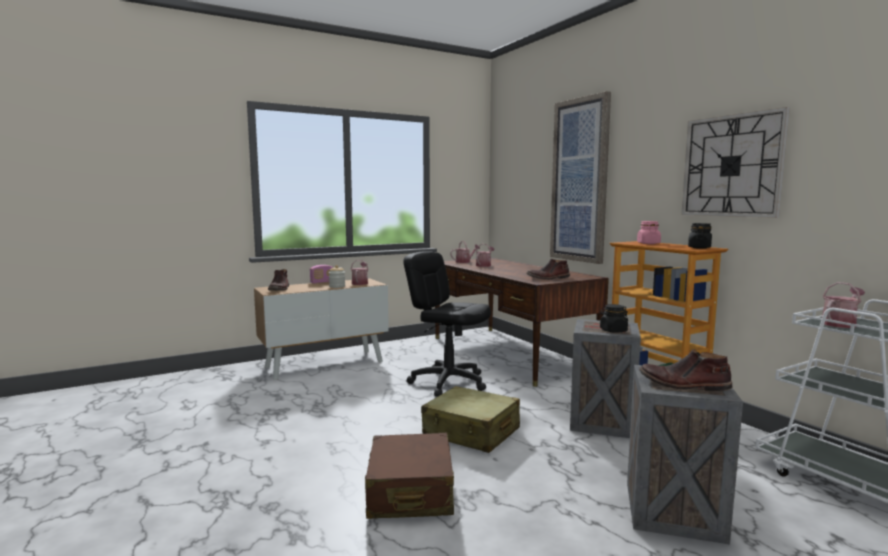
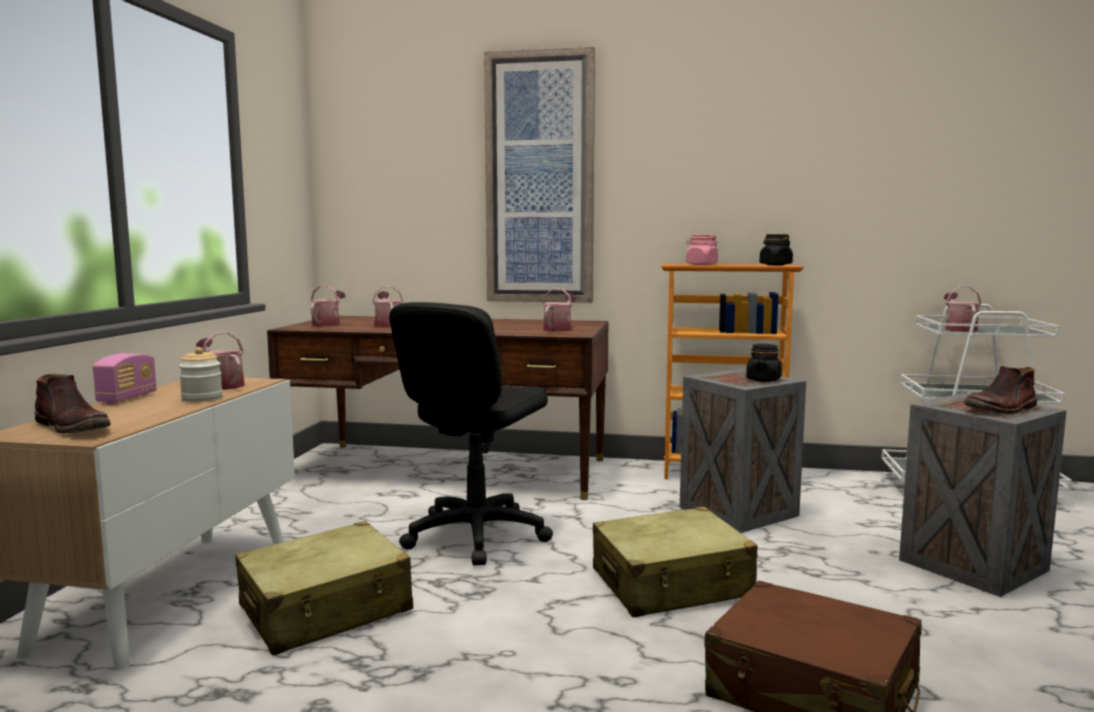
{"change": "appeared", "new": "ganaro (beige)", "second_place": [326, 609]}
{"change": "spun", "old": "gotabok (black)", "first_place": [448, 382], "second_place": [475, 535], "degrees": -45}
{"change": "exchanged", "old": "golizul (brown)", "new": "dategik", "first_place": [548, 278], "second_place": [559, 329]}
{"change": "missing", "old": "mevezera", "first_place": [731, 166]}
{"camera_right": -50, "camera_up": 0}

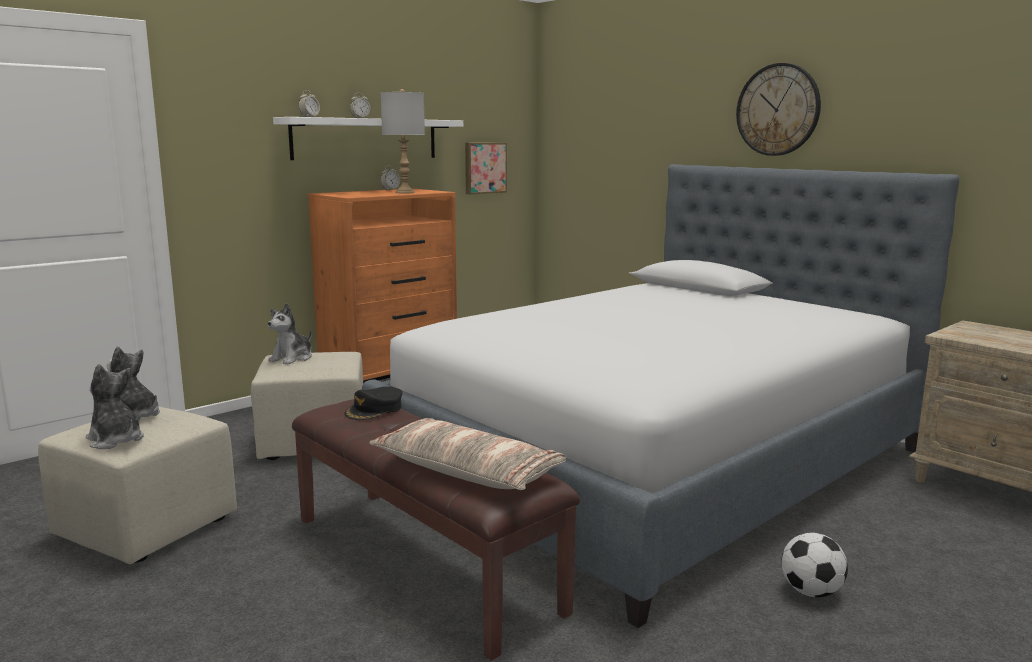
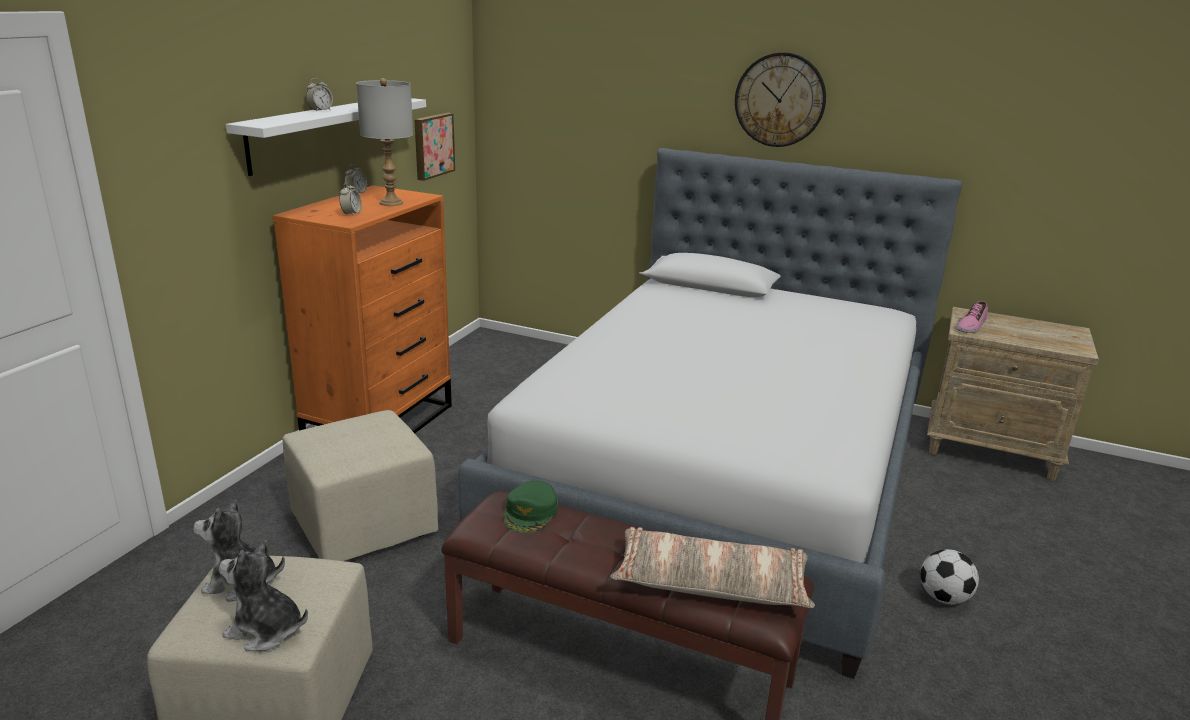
{"change": "relocated", "old": "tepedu", "first_place": [309, 117], "second_place": [351, 214]}
{"change": "colour", "old": "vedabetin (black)", "new": "vedabetin (green)", "first_place": [374, 410], "second_place": [531, 513]}
{"change": "appeared", "new": "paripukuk", "second_place": [970, 325]}
{"change": "missing", "old": "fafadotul", "first_place": [292, 358]}
{"camera_right": -25, "camera_up": 10}

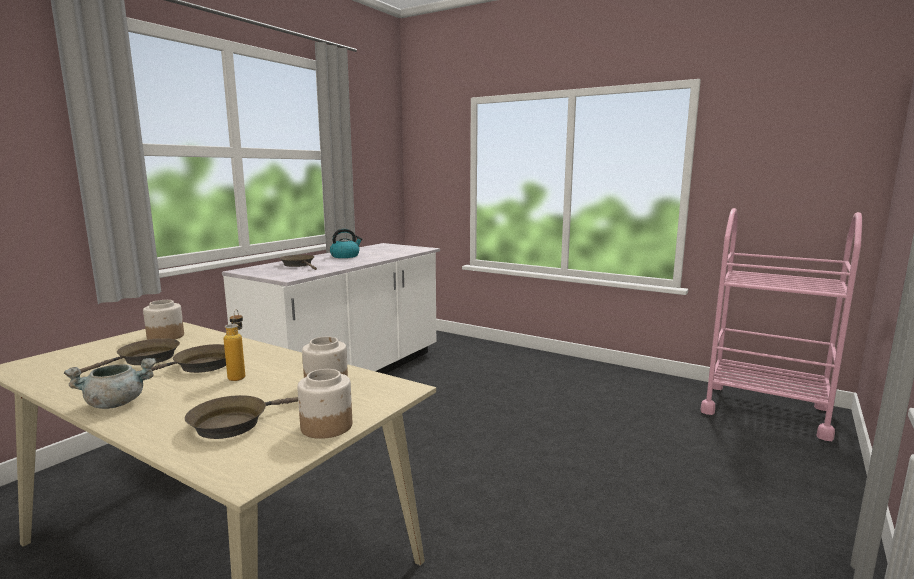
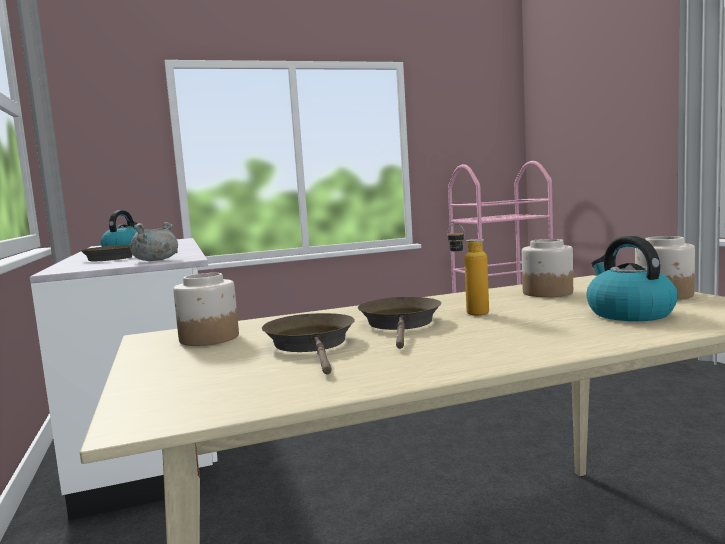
{"change": "relocated", "old": "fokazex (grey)", "first_place": [117, 403], "second_place": [155, 260]}
{"change": "exchanged", "old": "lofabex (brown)", "new": "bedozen", "first_place": [235, 423], "second_place": [628, 313]}
{"camera_right": -50, "camera_up": -5}

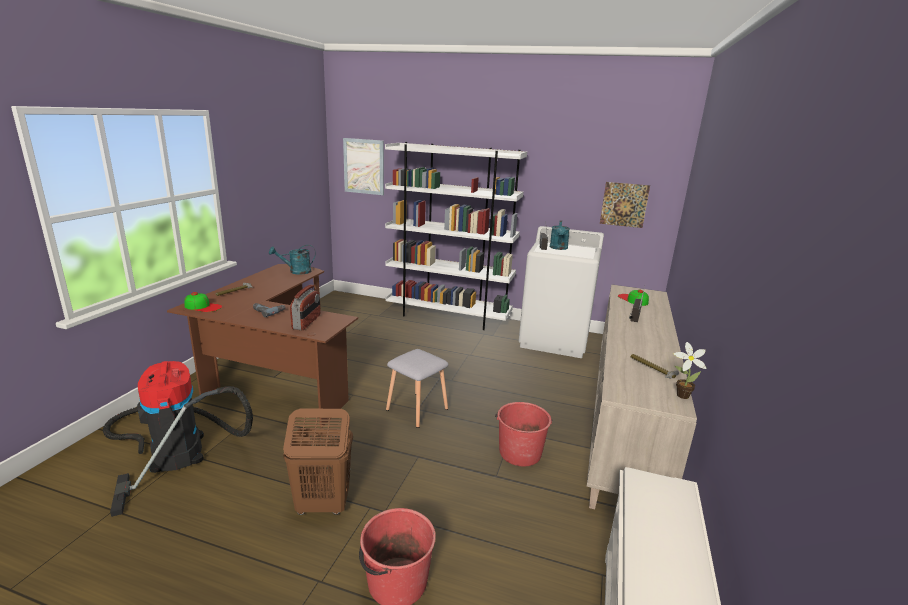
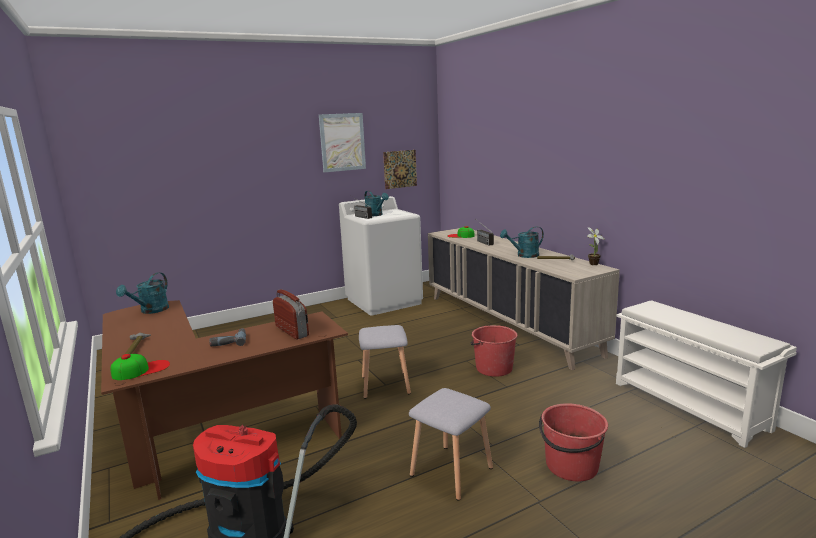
{"change": "relocated", "old": "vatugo", "first_place": [364, 166], "second_place": [342, 142]}
{"change": "exchanged", "old": "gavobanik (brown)", "new": "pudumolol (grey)", "first_place": [322, 505], "second_place": [451, 472]}
{"change": "appeared", "new": "dategik (turquoise)", "second_place": [524, 255]}
{"change": "missing", "old": "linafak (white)", "first_place": [448, 317]}
{"camera_right": -45, "camera_up": -5}

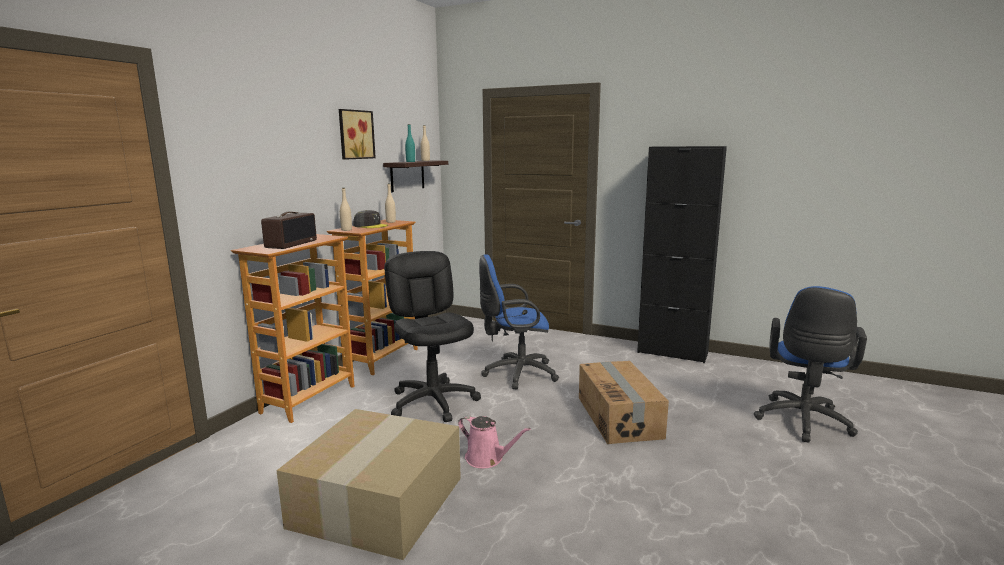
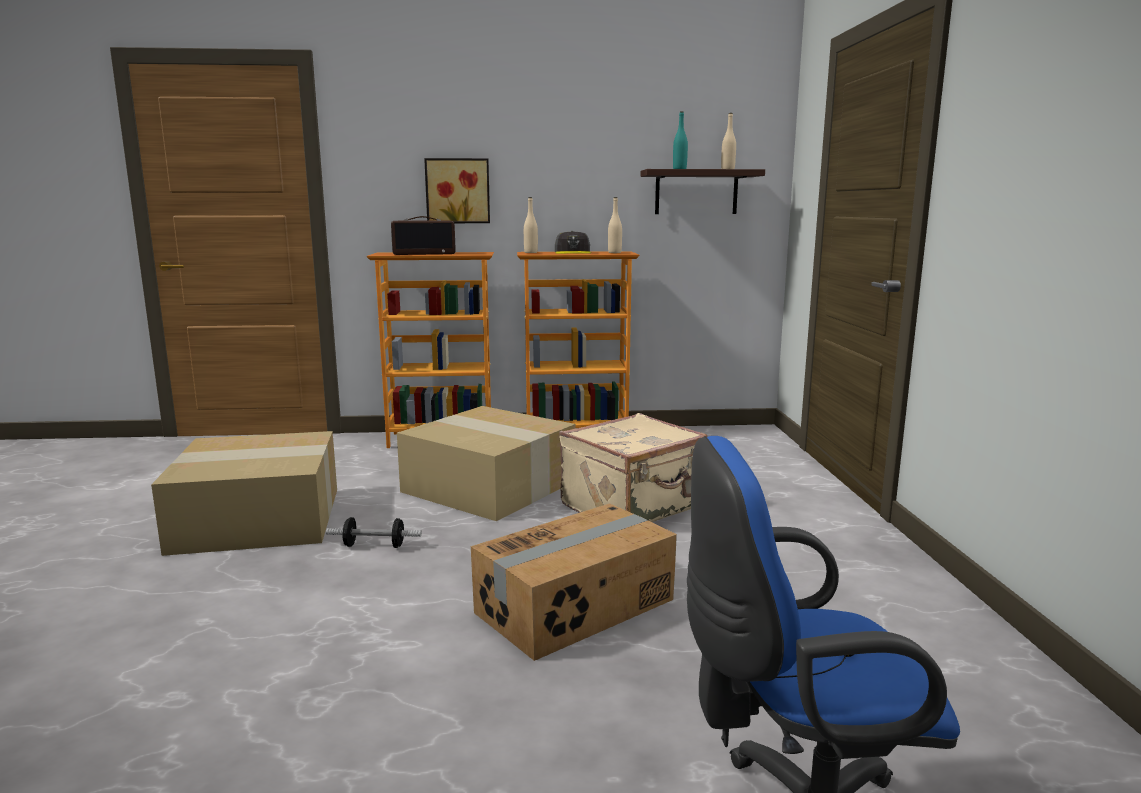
{"change": "exchanged", "old": "dategik (pink)", "new": "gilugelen", "first_place": [487, 459], "second_place": [374, 546]}
{"change": "exchanged", "old": "gotabok (black)", "new": "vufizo", "first_place": [433, 402], "second_place": [492, 486]}
{"change": "relocated", "old": "vatugo", "first_place": [355, 134], "second_place": [458, 191]}
{"change": "exchanged", "old": "gotabok (blue)", "new": "ganaro (beige)", "first_place": [516, 374], "second_place": [634, 507]}
{"change": "missing", "old": "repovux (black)", "first_place": [672, 353]}
{"camera_right": 60, "camera_up": 0}

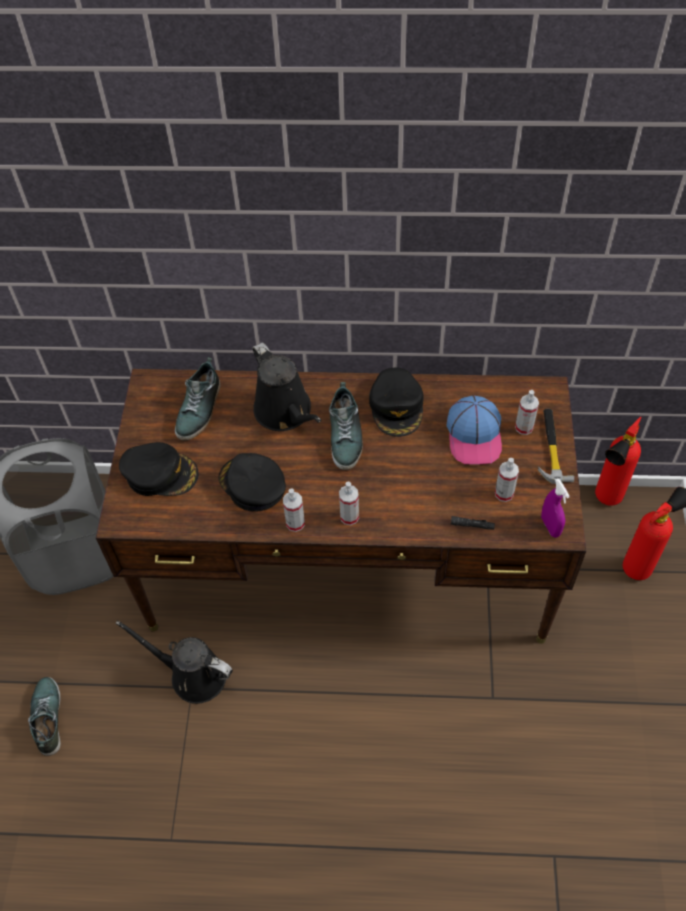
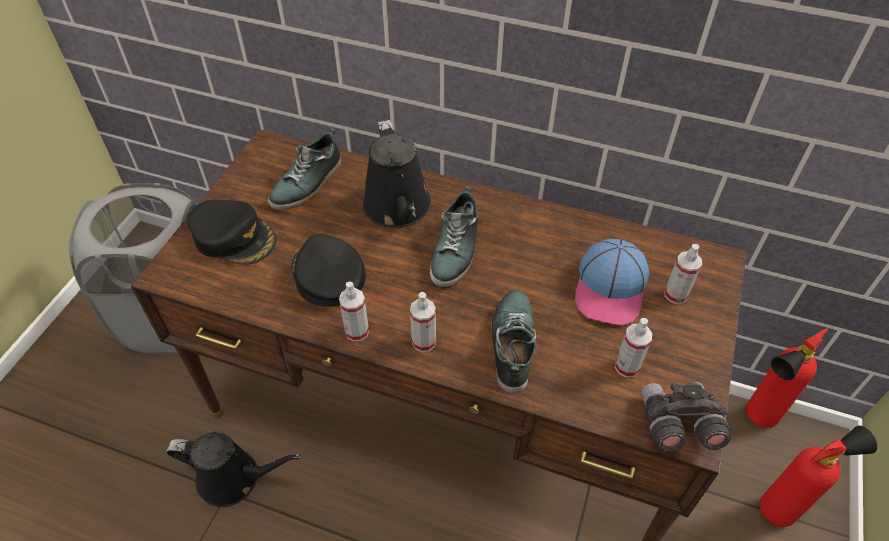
{"change": "spun", "old": "dategik (black)", "first_place": [192, 675], "second_place": [234, 478], "degrees": 150}
{"change": "relocated", "old": "paripukuk", "first_place": [47, 718], "second_place": [511, 343]}
{"change": "exchanged", "old": "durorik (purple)", "new": "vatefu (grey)", "first_place": [550, 526], "second_place": [677, 425]}
{"change": "missing", "old": "vedabetin (black)", "first_place": [397, 406]}
{"change": "missing", "old": "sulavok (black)", "first_place": [472, 525]}
{"change": "missing", "old": "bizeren", "first_place": [551, 447]}
{"camera_right": 15, "camera_up": -5}

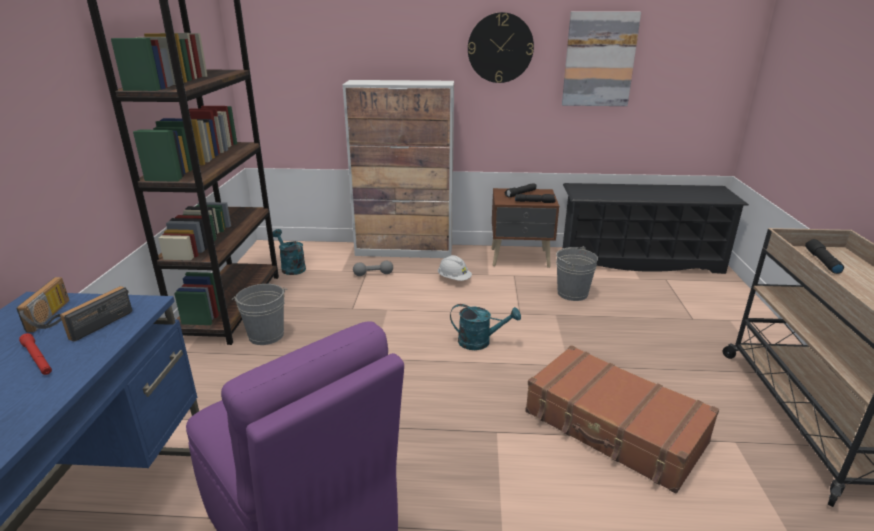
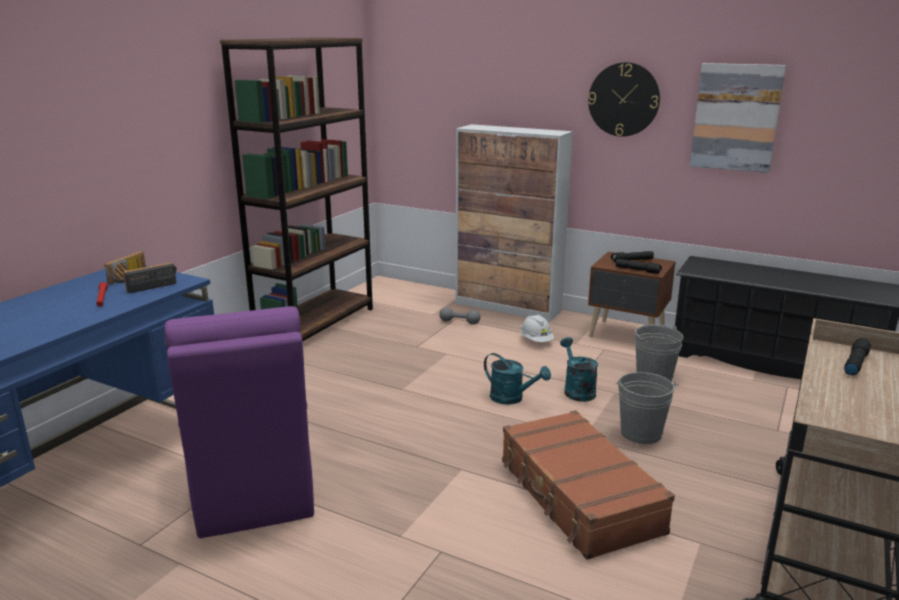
{"change": "relocated", "old": "dategik (turquoise)", "first_place": [291, 267], "second_place": [577, 390]}
{"change": "relocated", "old": "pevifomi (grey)", "first_place": [266, 335], "second_place": [640, 433]}
{"camera_right": 25, "camera_up": -5}

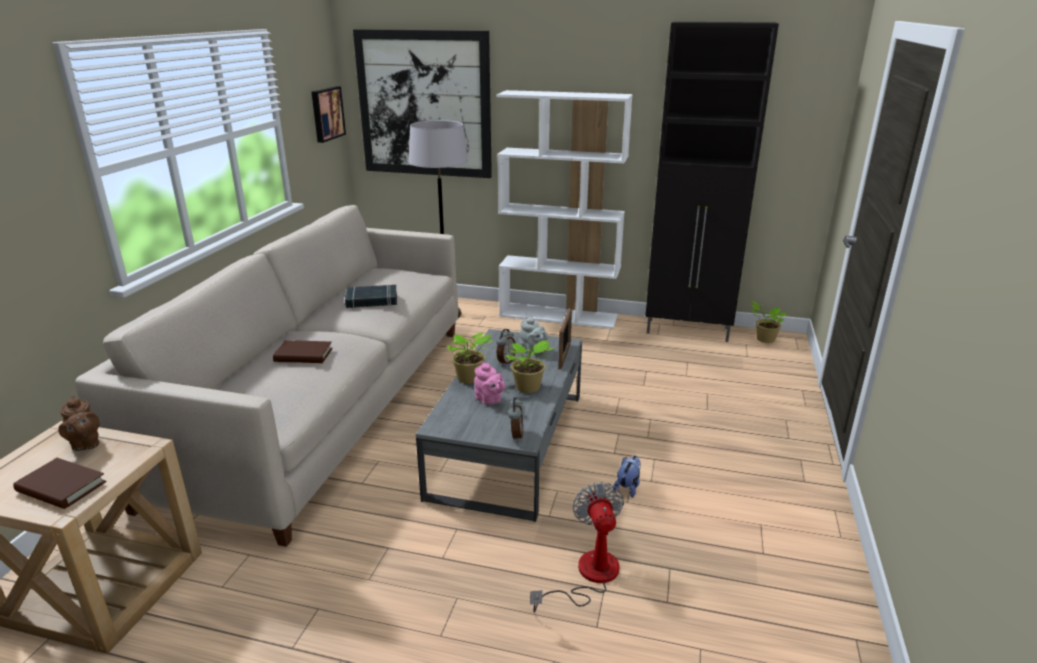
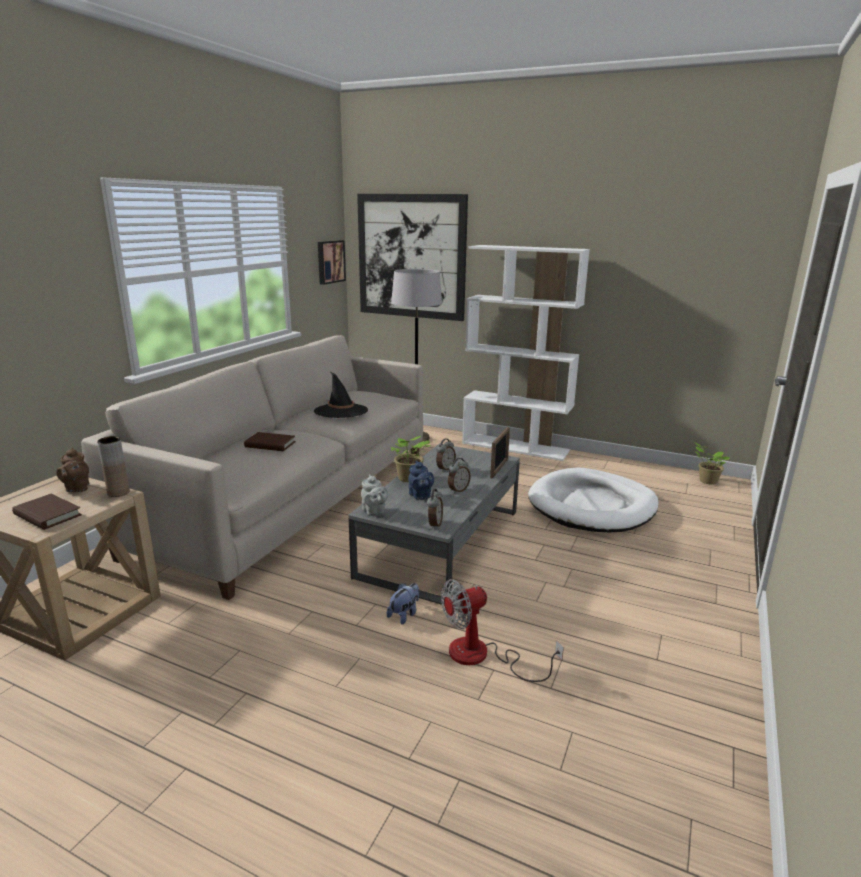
{"change": "appeared", "new": "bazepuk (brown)", "second_place": [118, 492]}
{"change": "exchanged", "old": "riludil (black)", "new": "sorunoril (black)", "first_place": [371, 300], "second_place": [341, 411]}
{"change": "relocated", "old": "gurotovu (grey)", "first_place": [533, 350], "second_place": [374, 512]}
{"change": "relocated", "old": "fafadotul", "first_place": [628, 487], "second_place": [404, 614]}
{"change": "colour", "old": "gurotovu (pink)", "new": "gurotovu (blue)", "first_place": [489, 400], "second_place": [420, 496]}
{"change": "spun", "old": "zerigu", "first_place": [588, 576], "second_place": [482, 656], "degrees": -120}
{"change": "exchanged", "old": "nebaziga", "new": "tepedu", "first_place": [528, 388], "second_place": [458, 490]}
{"change": "appeared", "new": "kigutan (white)", "second_place": [592, 505]}
{"change": "missing", "old": "repovux (black)", "first_place": [688, 331]}
{"camera_right": 10, "camera_up": -5}

